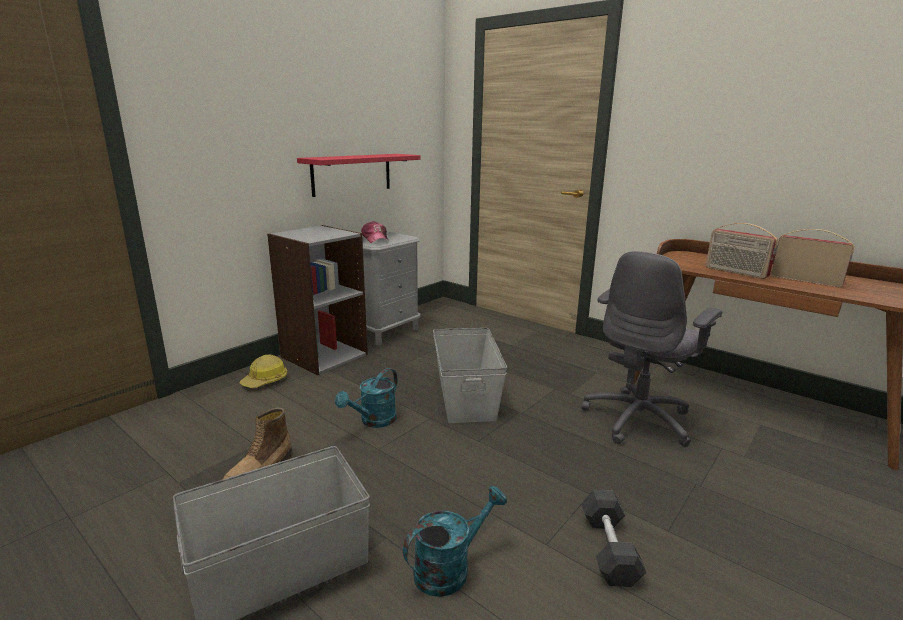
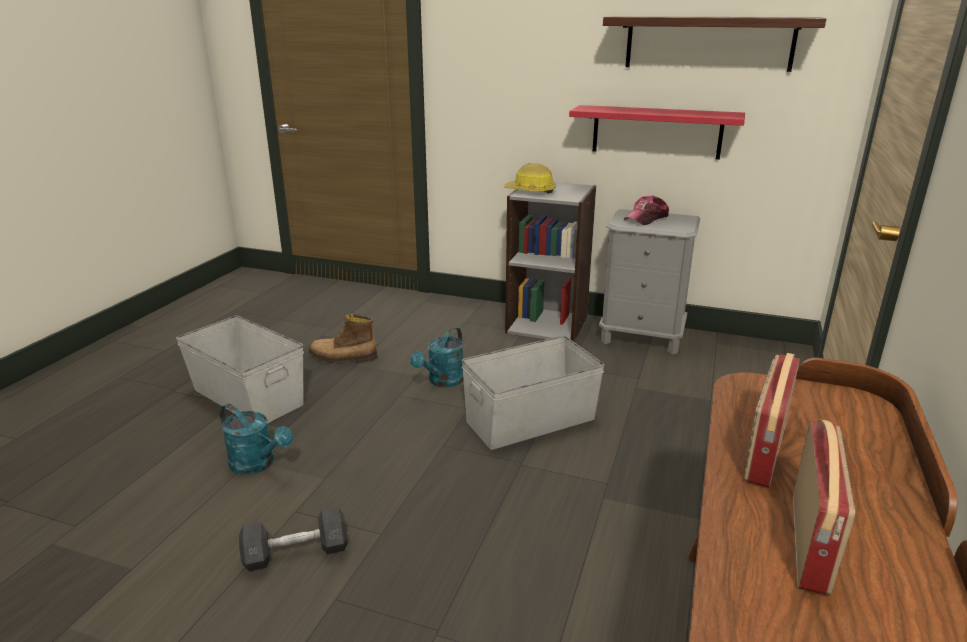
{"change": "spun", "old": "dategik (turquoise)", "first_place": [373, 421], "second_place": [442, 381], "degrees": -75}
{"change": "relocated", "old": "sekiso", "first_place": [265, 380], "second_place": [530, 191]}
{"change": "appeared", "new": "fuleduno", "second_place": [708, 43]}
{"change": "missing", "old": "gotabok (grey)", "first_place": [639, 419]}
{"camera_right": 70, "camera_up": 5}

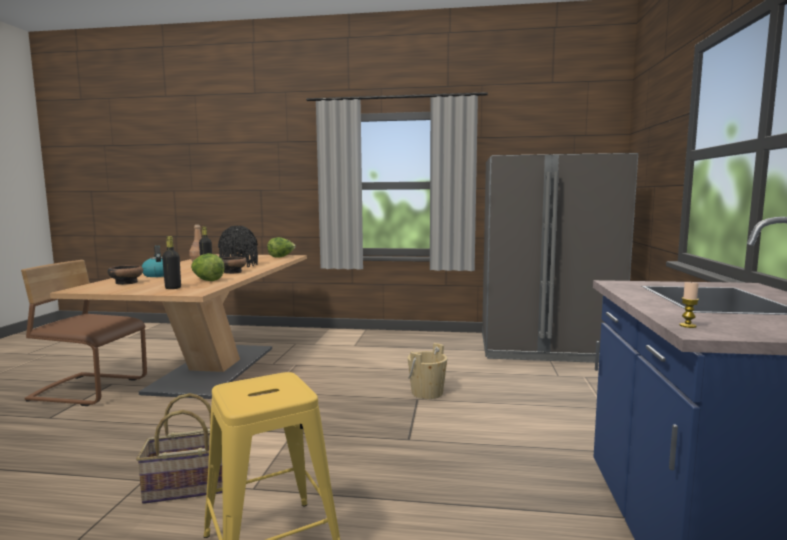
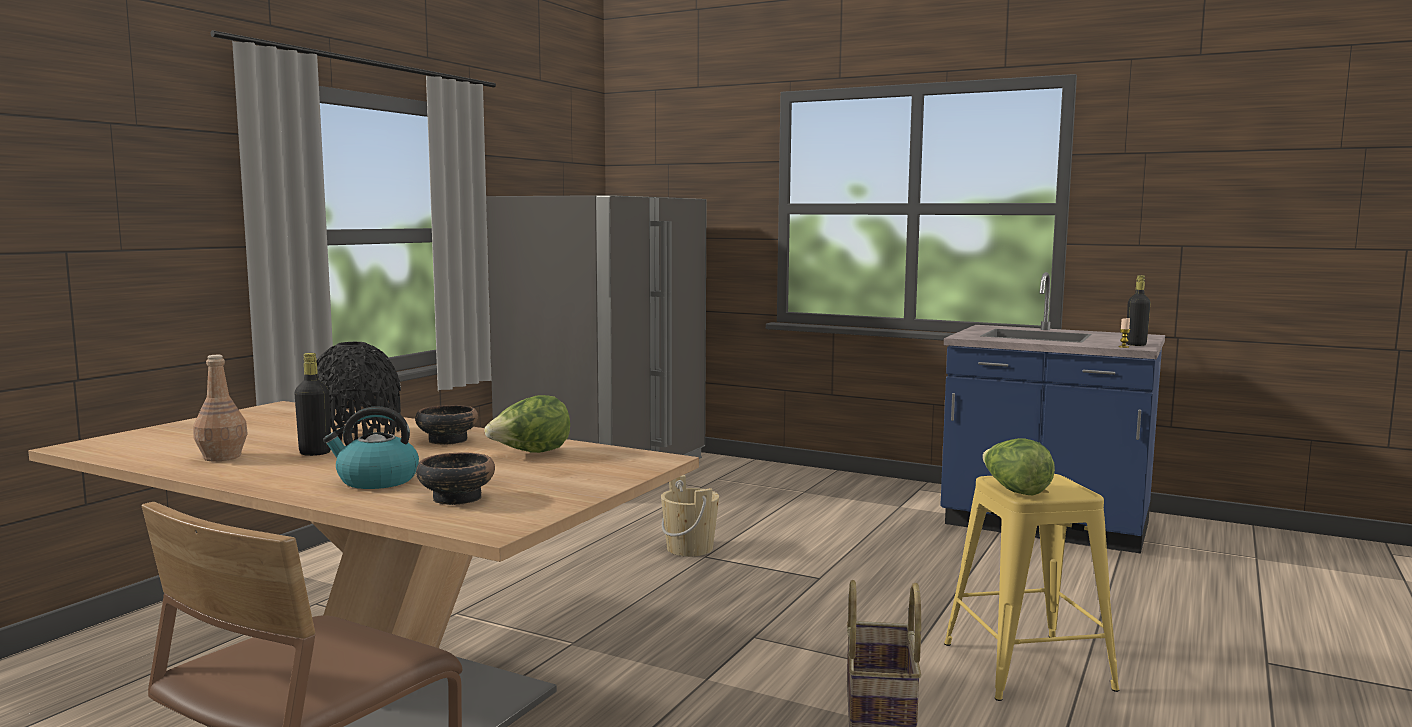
{"change": "relocated", "old": "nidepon", "first_place": [281, 257], "second_place": [1014, 491]}
{"change": "relocated", "old": "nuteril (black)", "first_place": [173, 288], "second_place": [1136, 345]}
{"camera_right": -70, "camera_up": 0}

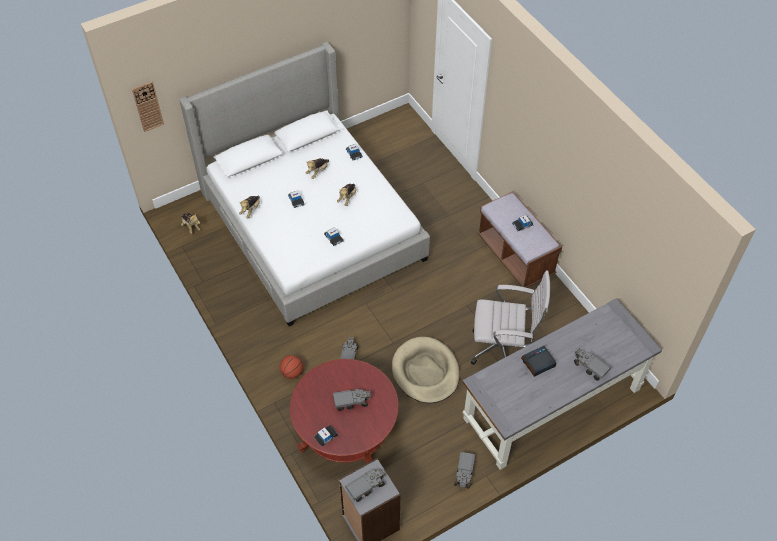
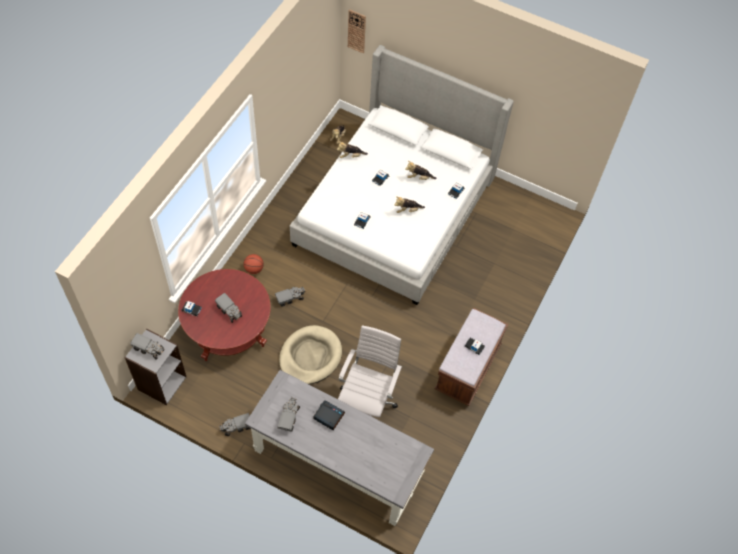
{"change": "relocated", "old": "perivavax", "first_place": [590, 367], "second_place": [289, 418]}
{"change": "spun", "old": "gotabok (white)", "first_place": [503, 350], "second_place": [367, 402], "degrees": -135}
{"camera_right": 55, "camera_up": 5}

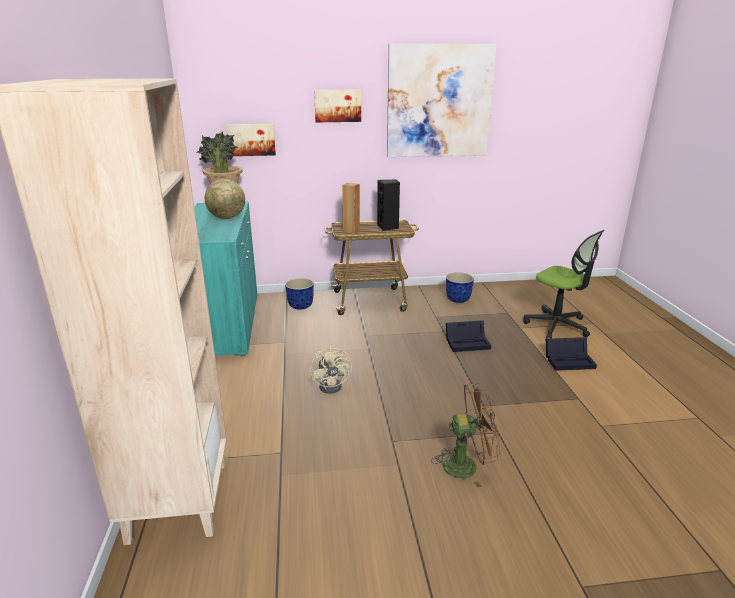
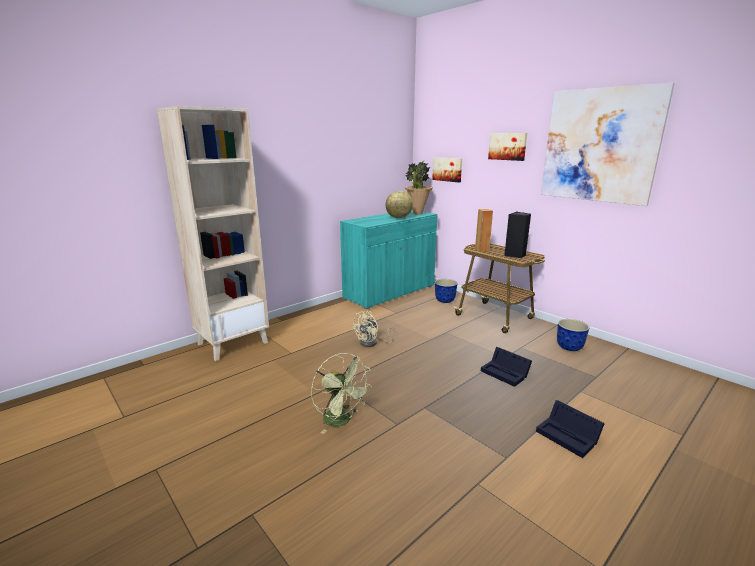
{"change": "colour", "old": "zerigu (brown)", "new": "zerigu (green)", "first_place": [467, 465], "second_place": [341, 421]}
{"change": "missing", "old": "gotabok", "first_place": [557, 325]}
{"camera_right": 55, "camera_up": -5}

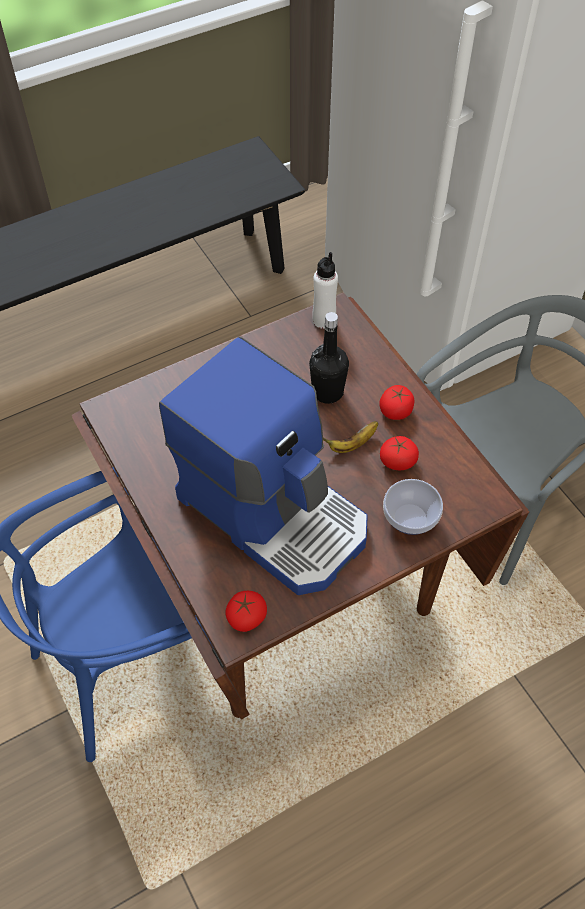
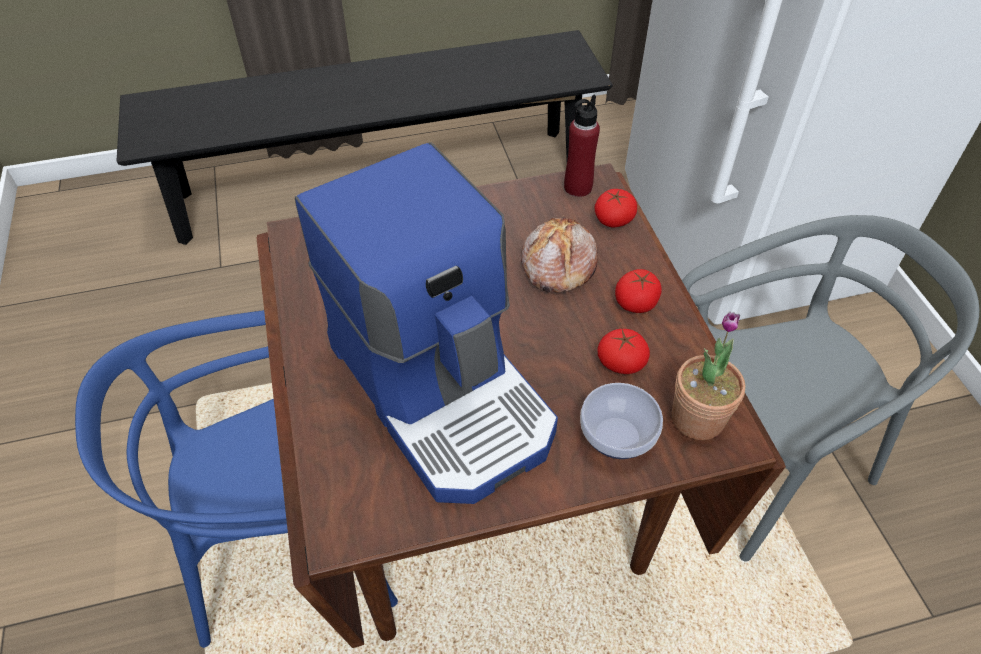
{"change": "exchanged", "old": "nuteril (black)", "new": "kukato", "first_place": [327, 392], "second_place": [557, 265]}
{"change": "colour", "old": "nuteril (white)", "new": "nuteril (red)", "first_place": [323, 320], "second_place": [577, 187]}
{"change": "relocated", "old": "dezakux", "first_place": [246, 617], "second_place": [613, 219]}
{"change": "appeared", "new": "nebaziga", "second_place": [697, 418]}
{"change": "missing", "old": "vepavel", "first_place": [352, 444]}
{"camera_right": 15, "camera_up": -5}

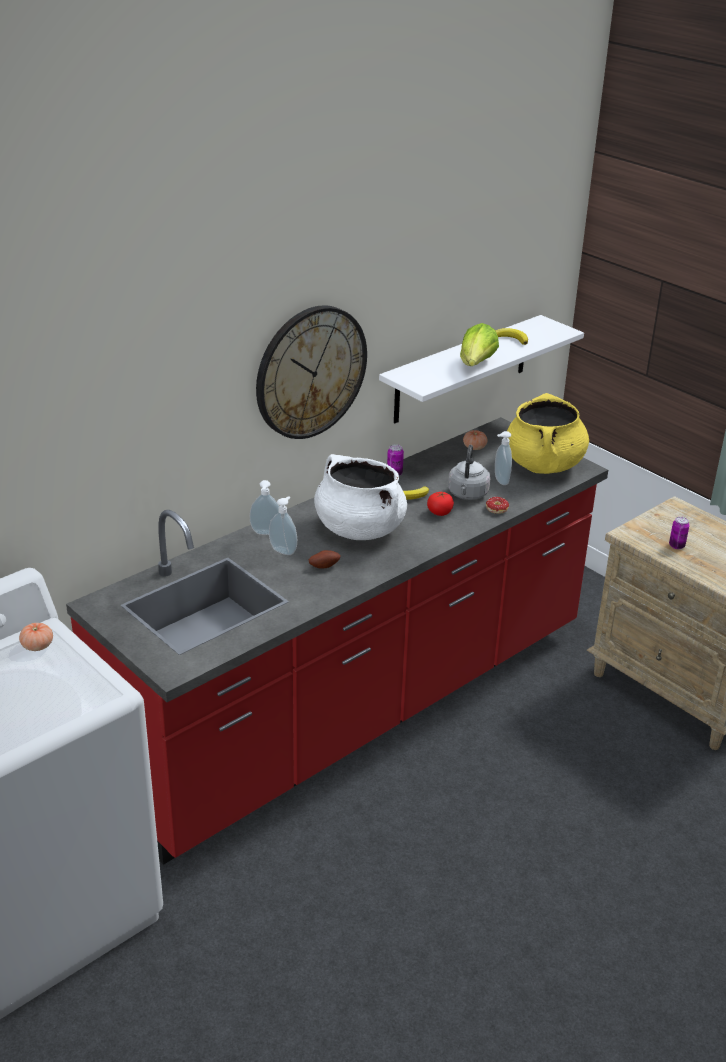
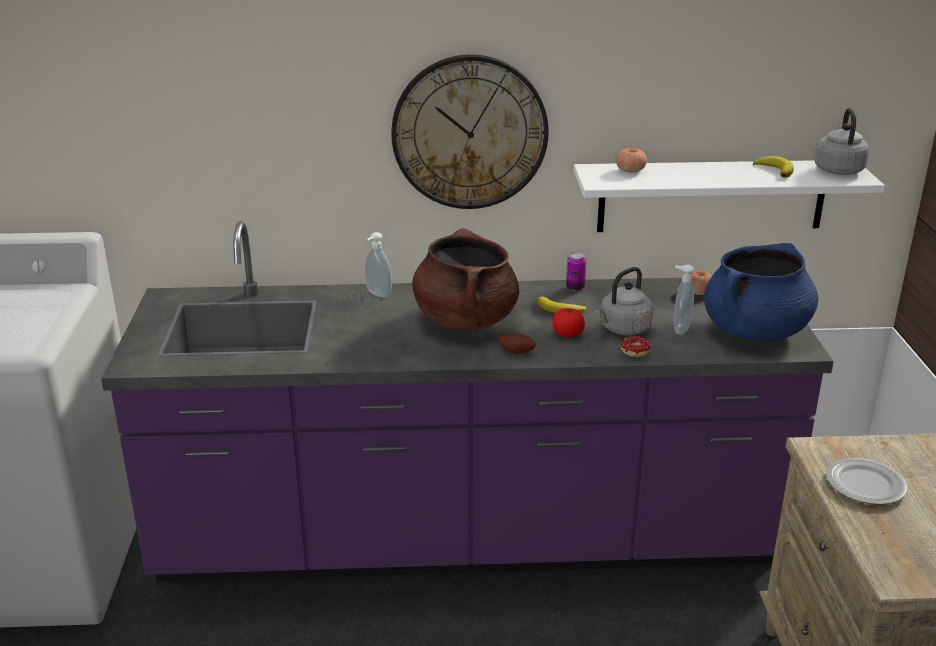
{"change": "colour", "old": "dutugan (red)", "new": "dutugan (purple)", "first_place": [357, 711], "second_place": [468, 541]}
{"change": "colour", "old": "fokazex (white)", "new": "fokazex (brown)", "first_place": [359, 529], "second_place": [465, 319]}
{"change": "relocated", "old": "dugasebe", "first_place": [324, 566], "second_place": [517, 352]}
{"change": "relocated", "old": "dezakux", "first_place": [37, 646], "second_place": [630, 170]}
{"change": "colour", "old": "fokazex (yellow)", "new": "fokazex (blue)", "first_place": [543, 465], "second_place": [755, 331]}
{"change": "appeared", "new": "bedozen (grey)", "second_place": [838, 169]}
{"change": "exchanged", "old": "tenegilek", "new": "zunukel", "first_place": [676, 546], "second_place": [865, 484]}
{"change": "missing", "old": "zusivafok", "first_place": [284, 550]}
{"change": "missing", "old": "nidepon", "first_place": [476, 365]}
{"camera_right": 40, "camera_up": -5}

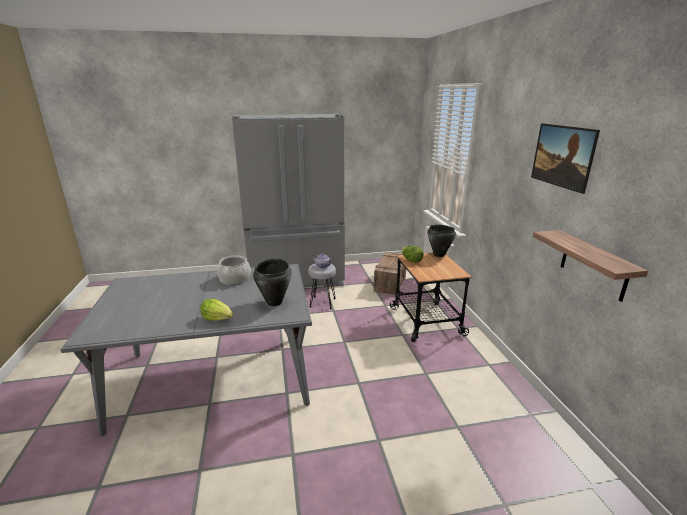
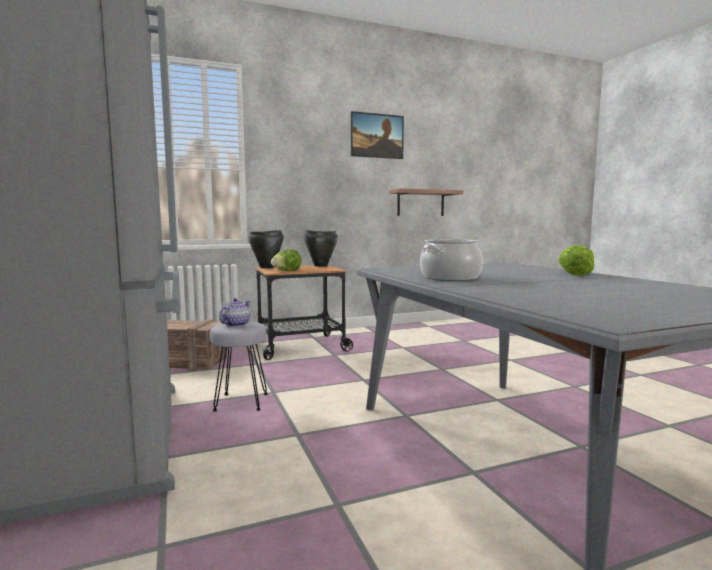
{"change": "relocated", "old": "fokazex (black)", "first_place": [275, 302], "second_place": [320, 266]}
{"camera_right": -100, "camera_up": -15}

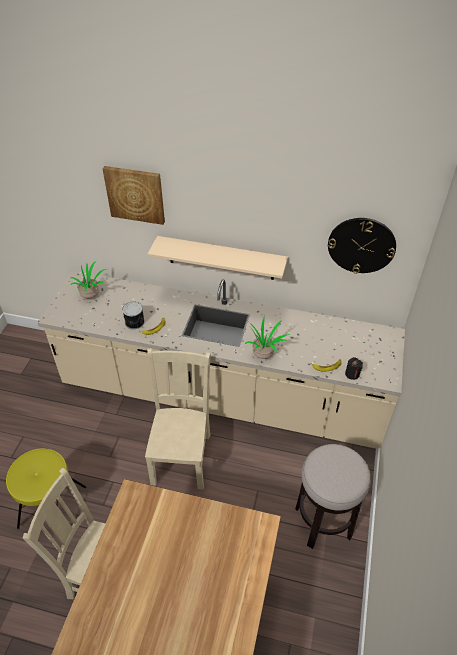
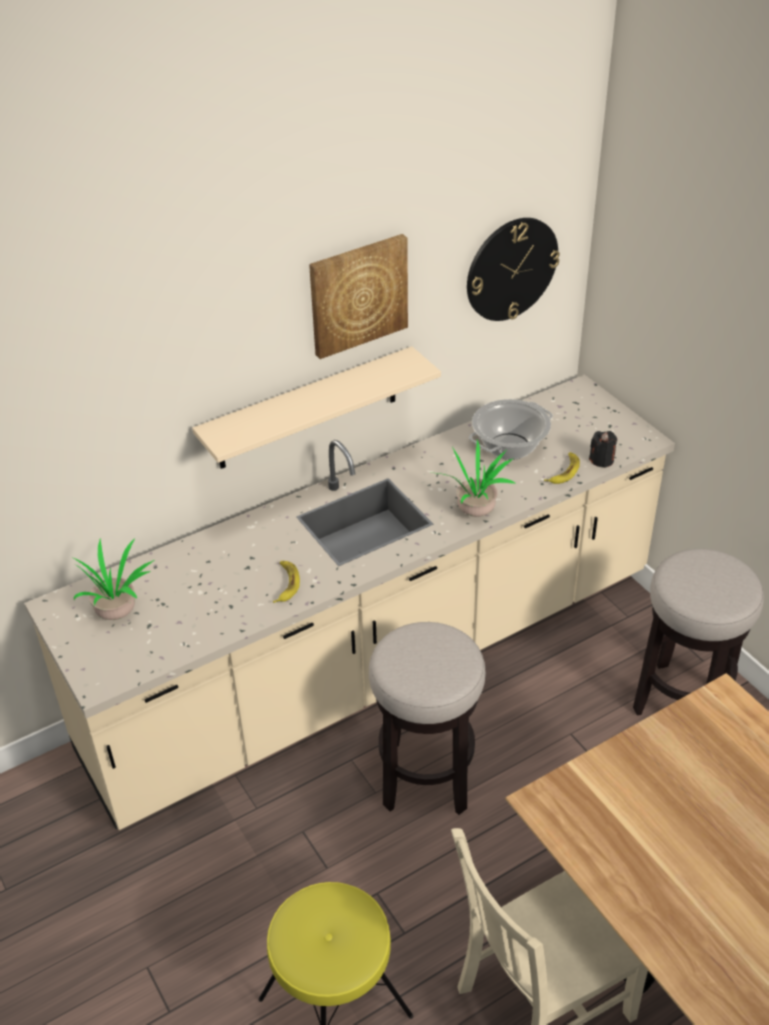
{"change": "relocated", "old": "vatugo", "first_place": [135, 194], "second_place": [358, 295]}
{"change": "exchanged", "old": "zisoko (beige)", "new": "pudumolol", "first_place": [182, 456], "second_place": [426, 778]}
{"change": "appeared", "new": "fokazex", "second_place": [509, 446]}
{"change": "missing", "old": "tenegilek", "first_place": [135, 322]}
{"camera_right": -45, "camera_up": -5}

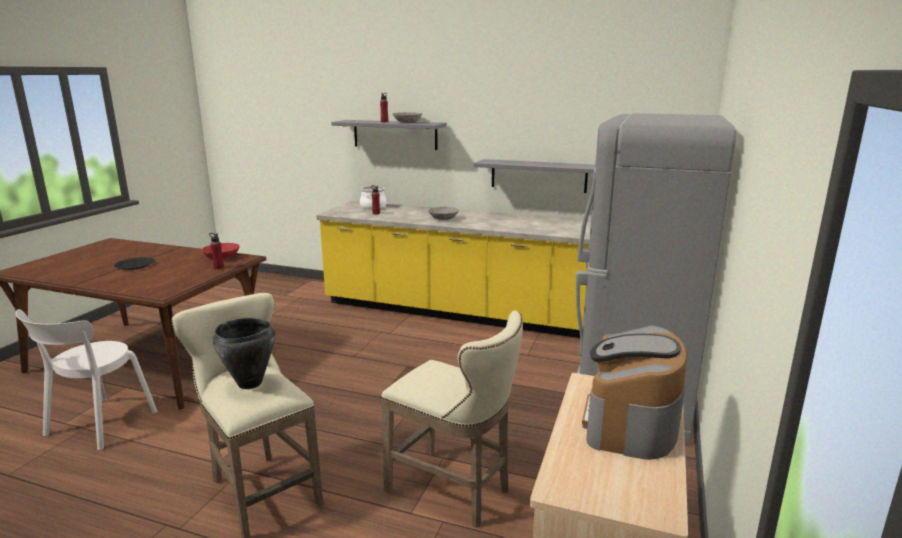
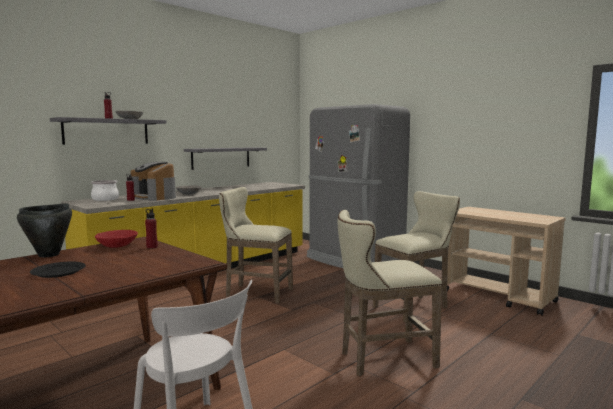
{"change": "relocated", "old": "fokazex (black)", "first_place": [250, 383], "second_place": [49, 255]}
{"change": "relocated", "old": "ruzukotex", "first_place": [630, 422], "second_place": [154, 197]}
{"change": "appeared", "new": "pudumolol (beige)", "second_place": [255, 293]}
{"camera_right": -65, "camera_up": -10}

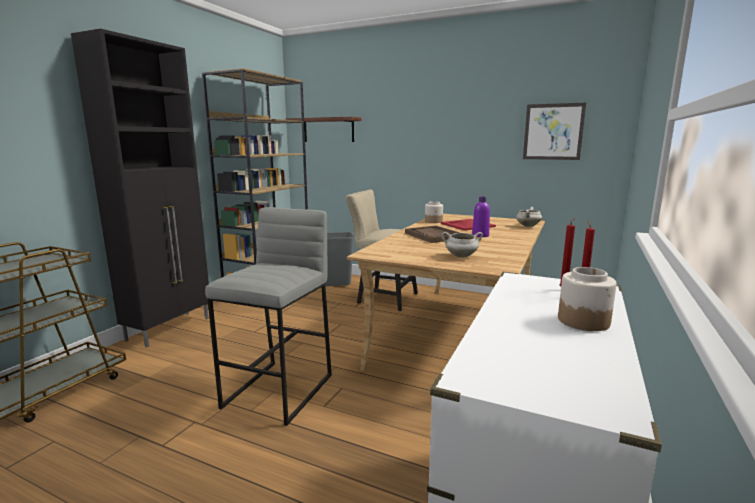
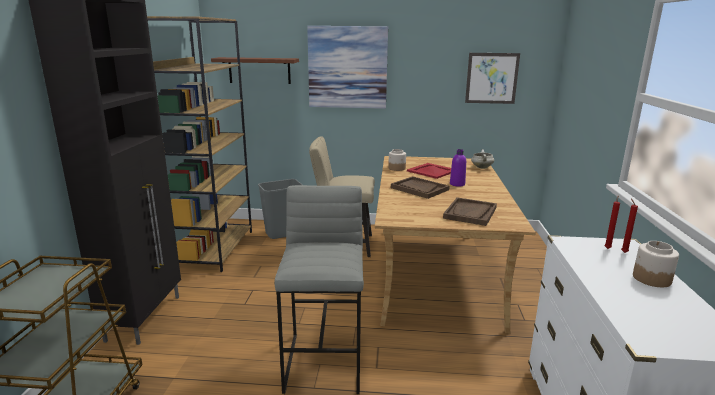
{"change": "appeared", "new": "vatugo", "second_place": [347, 67]}
{"change": "exchanged", "old": "fokazex (white)", "new": "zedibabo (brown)", "first_place": [460, 256], "second_place": [470, 213]}
{"camera_right": -20, "camera_up": 5}

